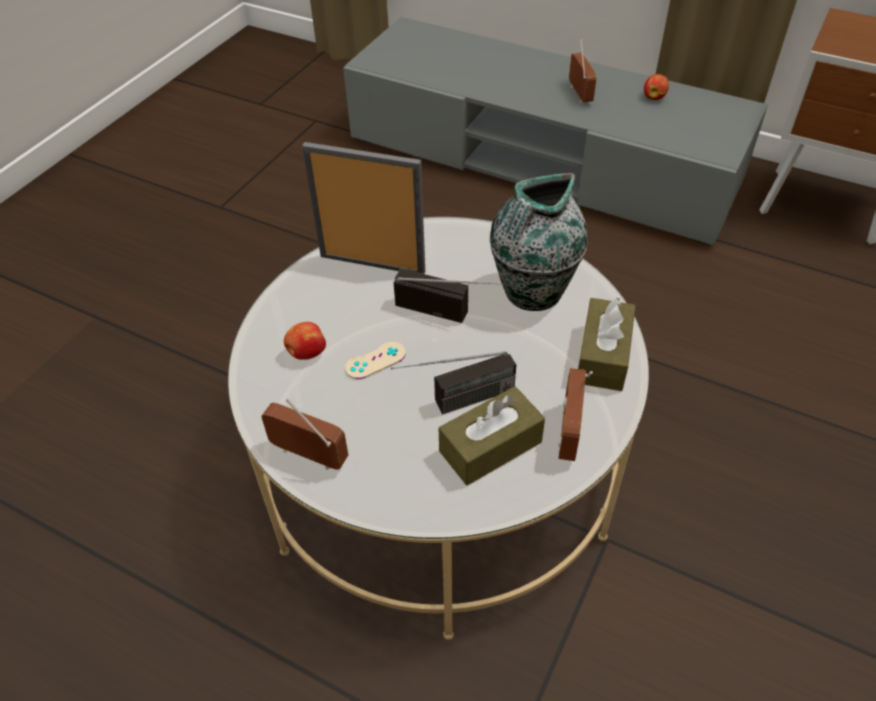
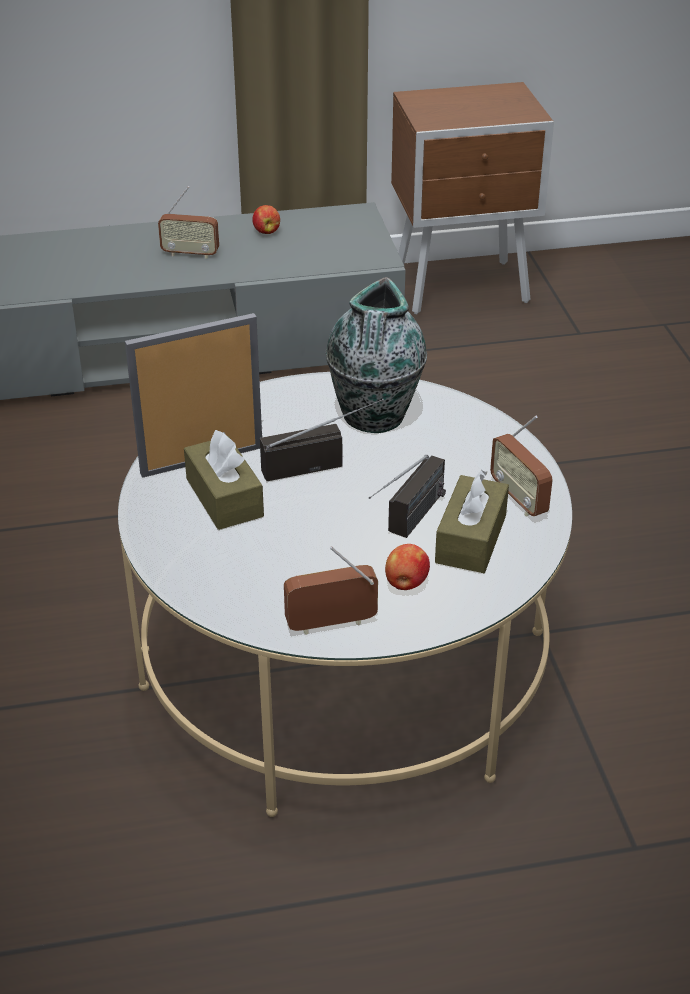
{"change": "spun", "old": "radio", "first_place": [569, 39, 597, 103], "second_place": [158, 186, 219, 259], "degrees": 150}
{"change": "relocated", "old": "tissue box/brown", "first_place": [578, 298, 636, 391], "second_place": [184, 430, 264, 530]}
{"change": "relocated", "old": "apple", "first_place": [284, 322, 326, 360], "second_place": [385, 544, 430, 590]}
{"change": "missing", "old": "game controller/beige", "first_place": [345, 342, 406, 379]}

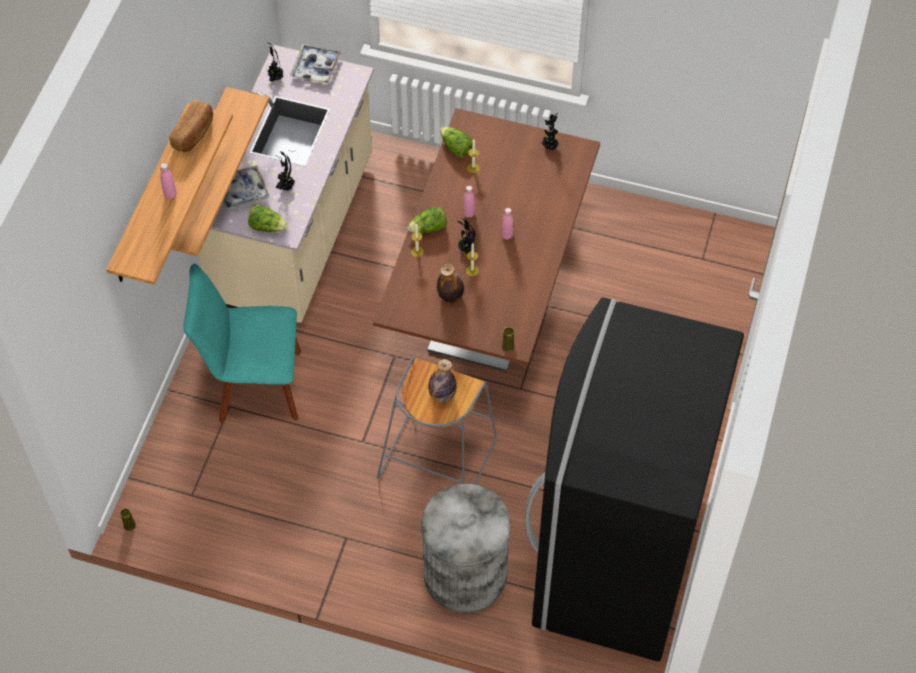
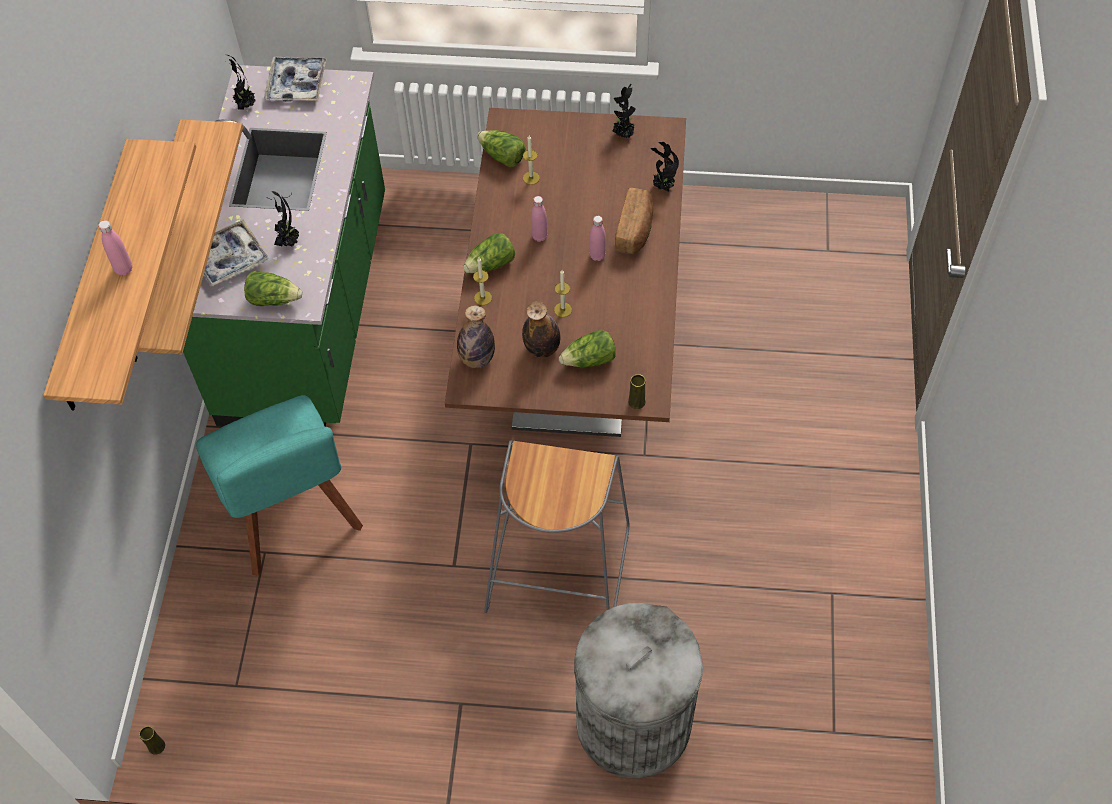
{"change": "colour", "old": "counter/beige", "new": "counter/green", "first_place": [199, 45, 374, 323], "second_place": [183, 65, 385, 427]}
{"change": "relocated", "old": "bread", "first_place": [170, 100, 213, 152], "second_place": [615, 188, 654, 254]}
{"change": "relocated", "old": "potted plant", "first_place": [457, 218, 476, 254], "second_place": [651, 142, 679, 192]}
{"change": "spun", "old": "chair/turquoise", "first_place": [183, 264, 302, 423], "second_place": [196, 395, 363, 576], "degrees": -105}
{"change": "missing", "old": "fridge/black", "first_place": [525, 297, 744, 661]}
{"change": "relocated", "old": "bottle", "first_place": [428, 359, 457, 403], "second_place": [457, 305, 495, 368]}
{"change": "appeared", "new": "lettuce", "second_place": [559, 330, 616, 367]}

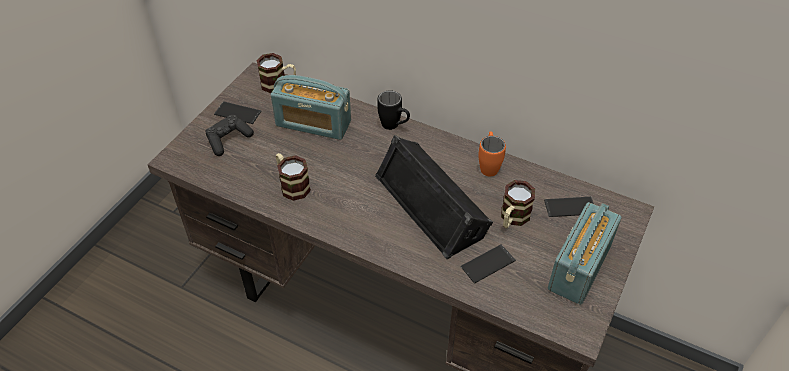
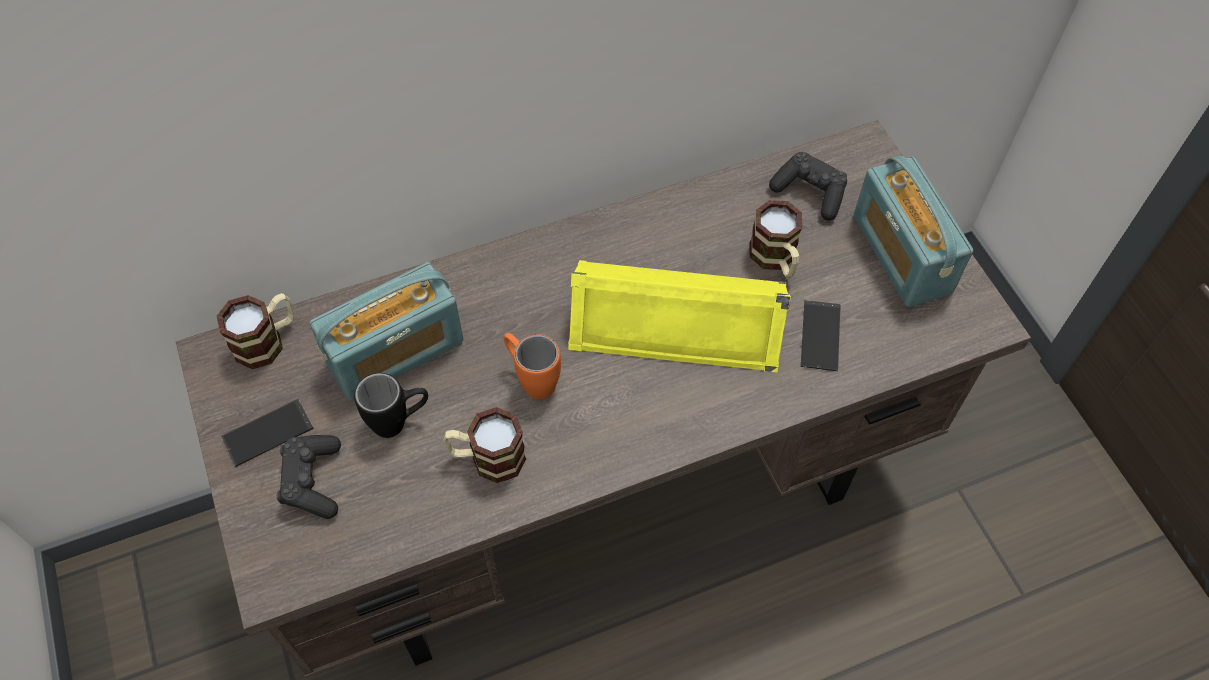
{"change": "relocated", "old": "mug/black", "first_place": [377, 90, 410, 130], "second_place": [354, 373, 428, 438]}
{"change": "relocated", "old": "mug/orange", "first_place": [478, 132, 506, 176], "second_place": [504, 333, 561, 399]}
{"change": "colour", "old": "speaker/black", "new": "speaker/yellow", "first_place": [375, 135, 493, 259], "second_place": [568, 260, 791, 372]}
{"change": "exchanged", "old": "phone", "new": "game controller/black", "first_place": [544, 197, 594, 217], "second_place": [769, 152, 847, 221]}

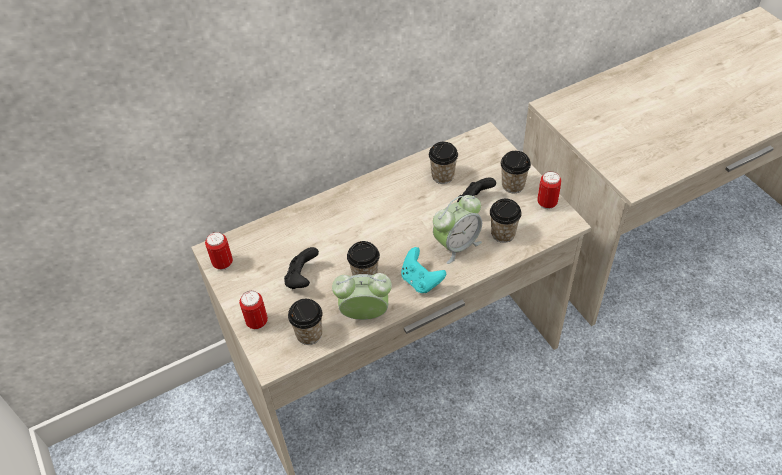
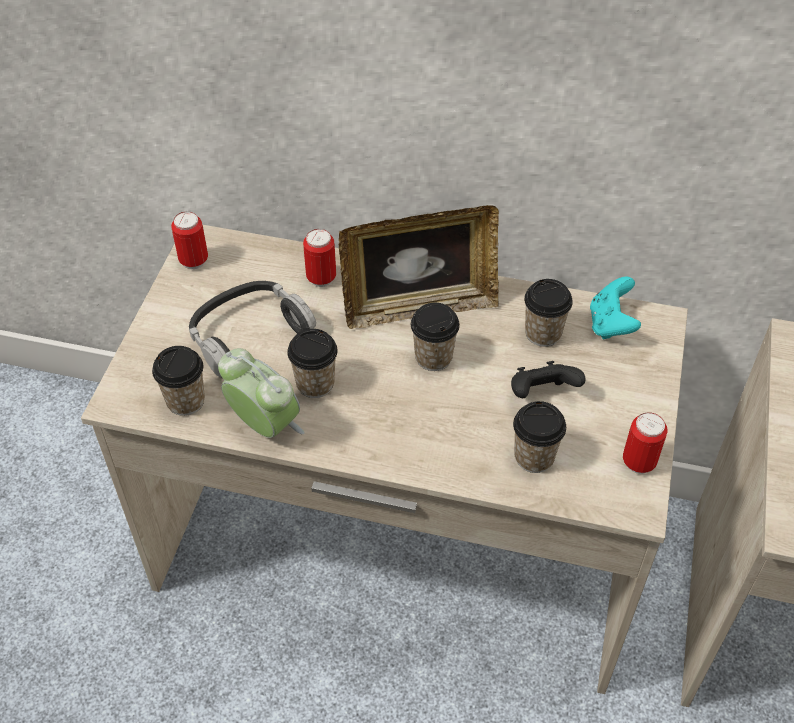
{"change": "relocated", "old": "cup", "first_place": [501, 151, 531, 193], "second_place": [411, 303, 460, 371]}
{"change": "missing", "old": "alarm clock", "first_place": [433, 195, 482, 264]}
{"change": "exchanged", "old": "game controller/black", "new": "headphones", "first_place": [284, 247, 319, 289], "second_place": [189, 281, 316, 378]}
{"change": "relocated", "old": "game controller/turquoise", "first_place": [401, 247, 446, 293], "second_place": [590, 277, 641, 339]}
{"change": "relocated", "old": "can", "first_place": [239, 291, 268, 330], "second_place": [303, 229, 336, 287]}
{"change": "appeared", "new": "picture frame", "second_place": [339, 205, 499, 329]}

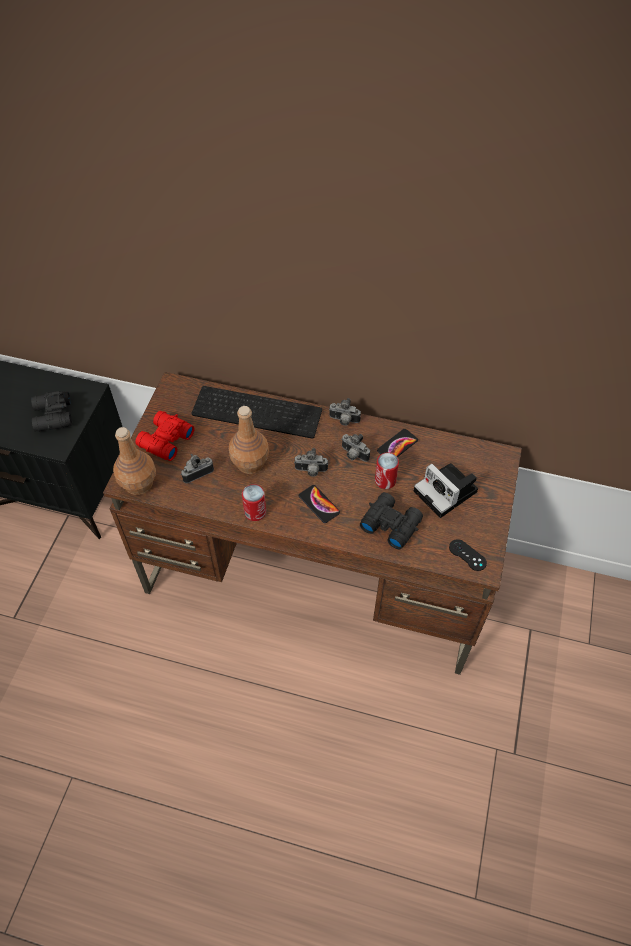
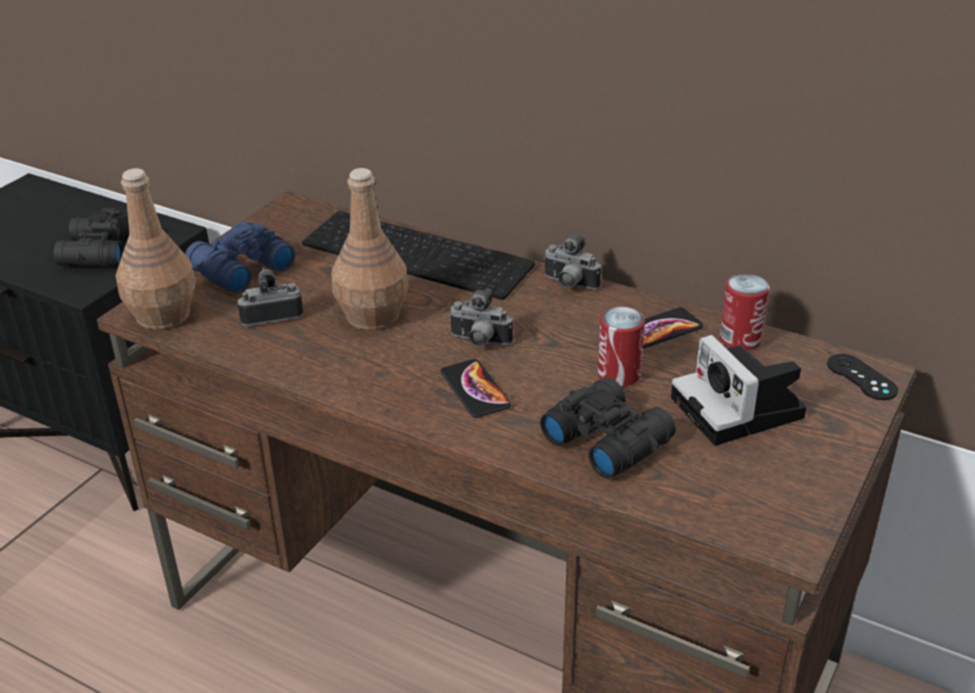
{"change": "colour", "old": "binoculars/red", "new": "binoculars/blue", "first_place": [135, 411, 194, 461], "second_place": [185, 221, 295, 293]}
{"change": "missing", "old": "photo camera", "first_place": [341, 434, 370, 462]}
{"change": "relocated", "old": "can", "first_place": [242, 484, 266, 521], "second_place": [720, 274, 770, 351]}
{"change": "relocated", "old": "game controller/black", "first_place": [449, 539, 487, 571], "second_place": [827, 354, 898, 400]}

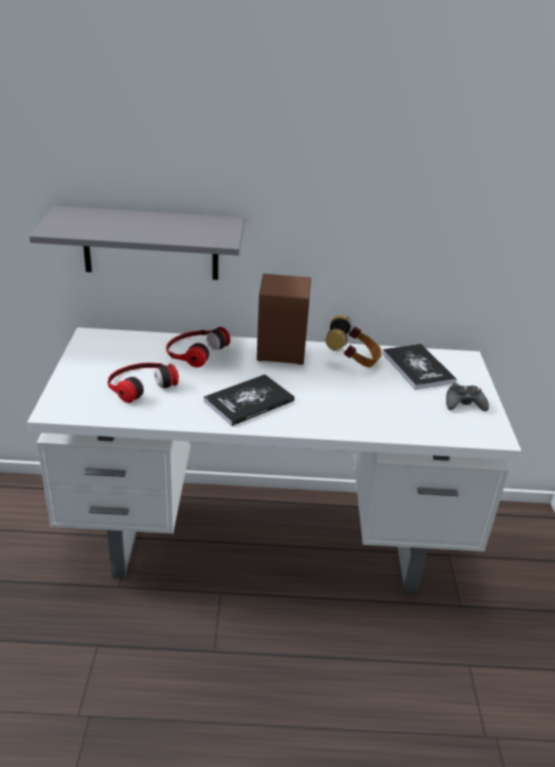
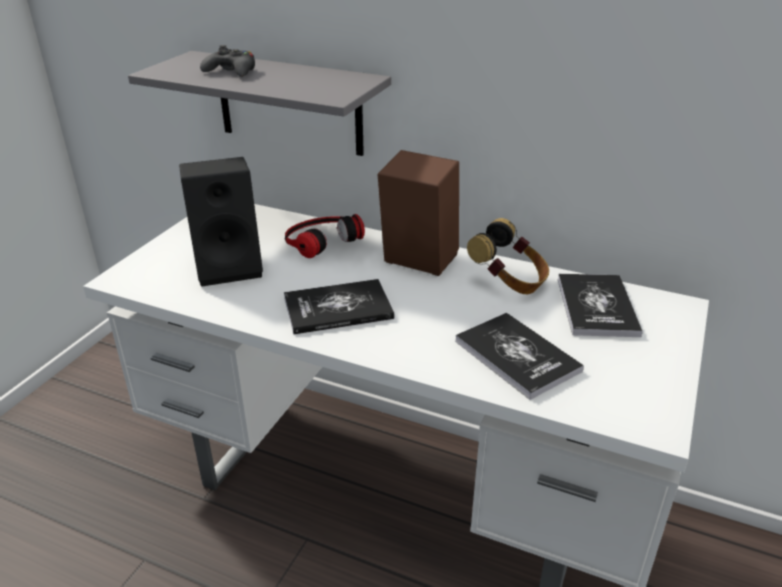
{"change": "exchanged", "old": "headphones", "new": "speaker/black", "first_place": [108, 363, 179, 403], "second_place": [179, 157, 263, 287]}
{"change": "relocated", "old": "game controller/black", "first_place": [446, 383, 489, 411], "second_place": [200, 45, 255, 77]}
{"change": "appeared", "new": "book", "second_place": [455, 313, 584, 400]}

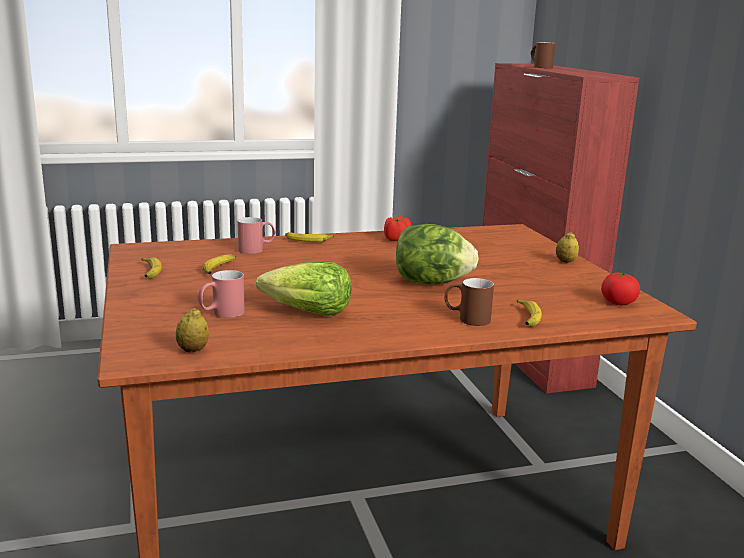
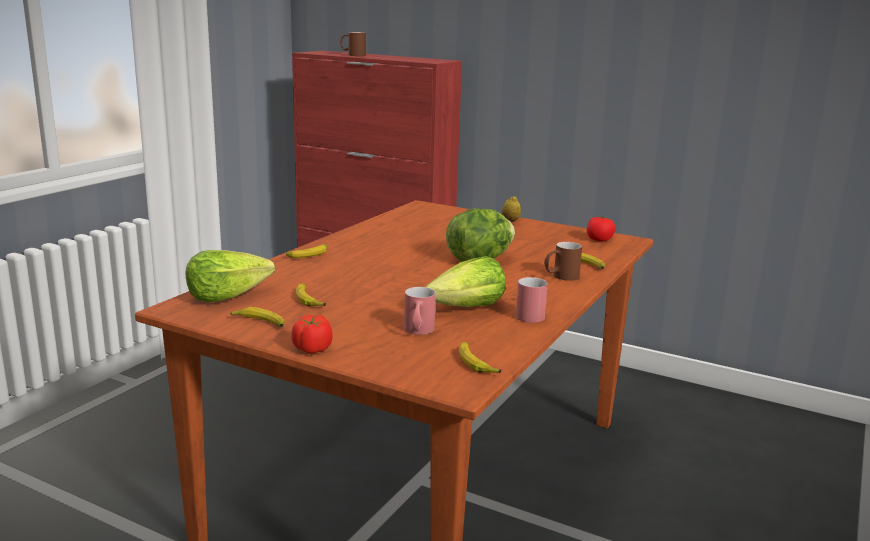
{"change": "relocated", "old": "tomato", "first_place": [384, 216, 412, 242], "second_place": [291, 315, 333, 354]}
{"change": "relocated", "old": "mug/red", "first_place": [237, 217, 275, 254], "second_place": [516, 277, 548, 323]}
{"change": "exchanged", "old": "lemon", "new": "banana", "first_place": [176, 308, 209, 352], "second_place": [459, 342, 501, 373]}
{"change": "appeared", "new": "lettuce", "second_place": [186, 250, 275, 302]}

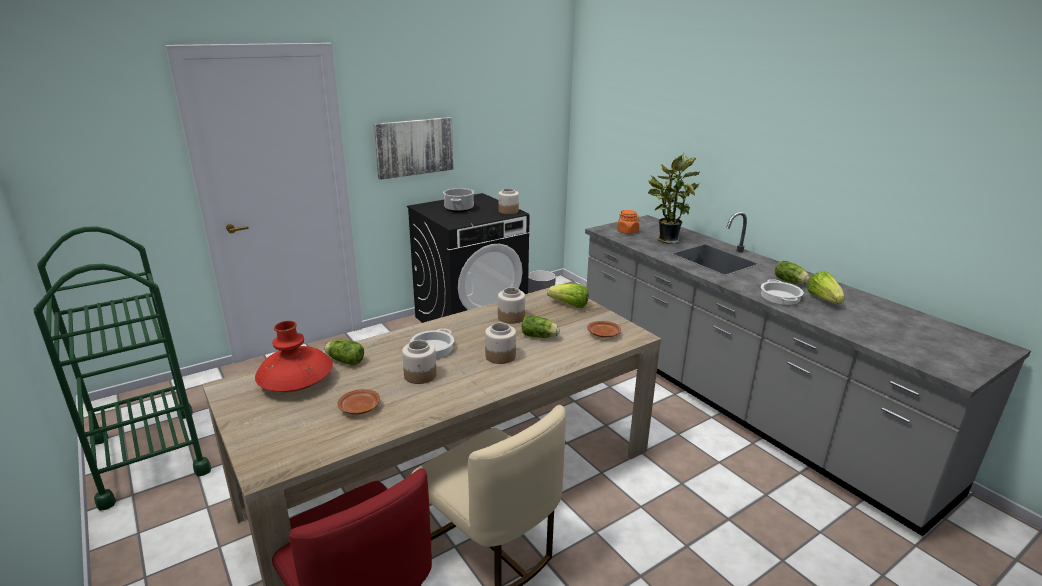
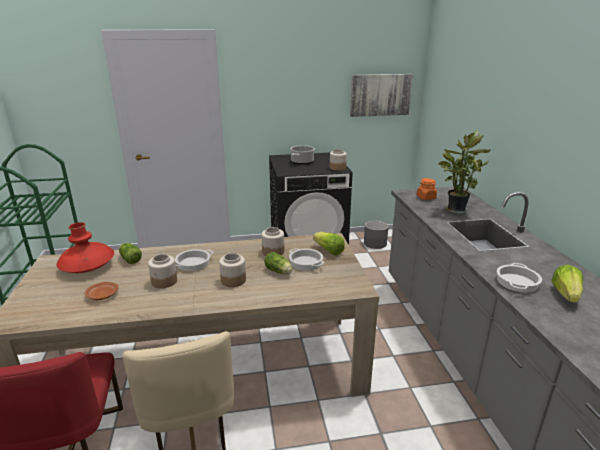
{"change": "relocated", "old": "picture", "first_place": [373, 117, 454, 180], "second_place": [350, 74, 413, 117]}
{"change": "missing", "old": "lettuce", "first_place": [775, 260, 810, 284]}
{"change": "missing", "old": "plate/brown", "first_place": [587, 321, 621, 337]}
{"change": "appeared", "new": "cooking pot", "second_place": [289, 248, 324, 271]}

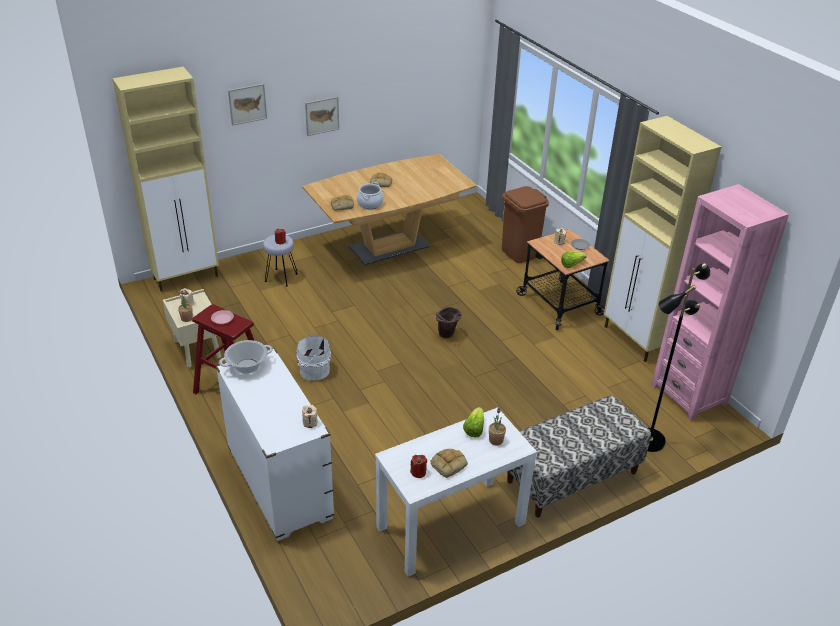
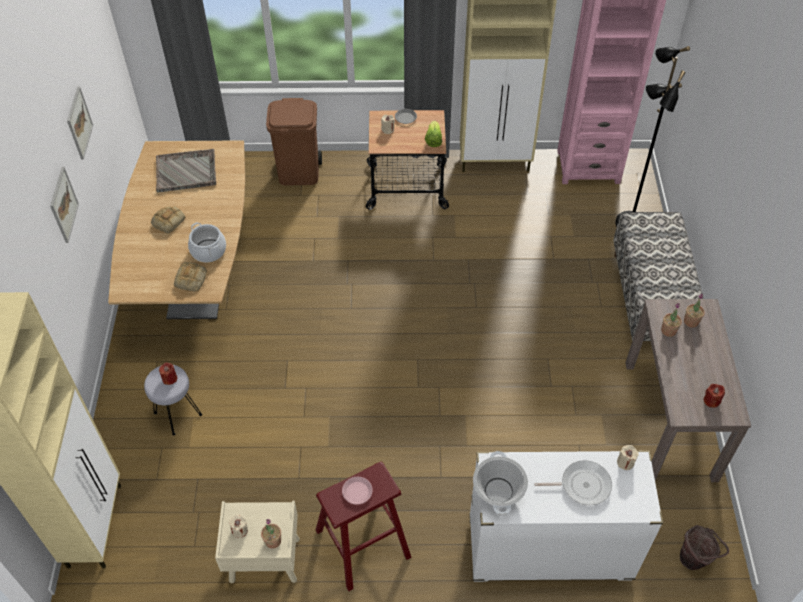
{"change": "relocated", "old": "picture", "first_place": [228, 84, 267, 126], "second_place": [67, 86, 93, 160]}
{"change": "relocated", "old": "bucket/brown", "first_place": [436, 307, 462, 338], "second_place": [680, 525, 729, 570]}
{"change": "missing", "old": "bucket/white", "first_place": [296, 334, 331, 380]}
{"change": "colour", "old": "console table/white", "new": "console table/brown", "first_place": [375, 407, 537, 576], "second_place": [626, 299, 751, 482]}
{"change": "exchanged", "old": "lettuce", "new": "potted plant", "first_place": [463, 407, 484, 437], "second_place": [661, 303, 682, 337]}
{"change": "missing", "old": "bread", "first_place": [430, 449, 468, 478]}
{"change": "appeared", "new": "tray/grey", "second_place": [156, 149, 216, 192]}
{"change": "appeared", "new": "frying pan", "second_place": [534, 460, 612, 505]}

